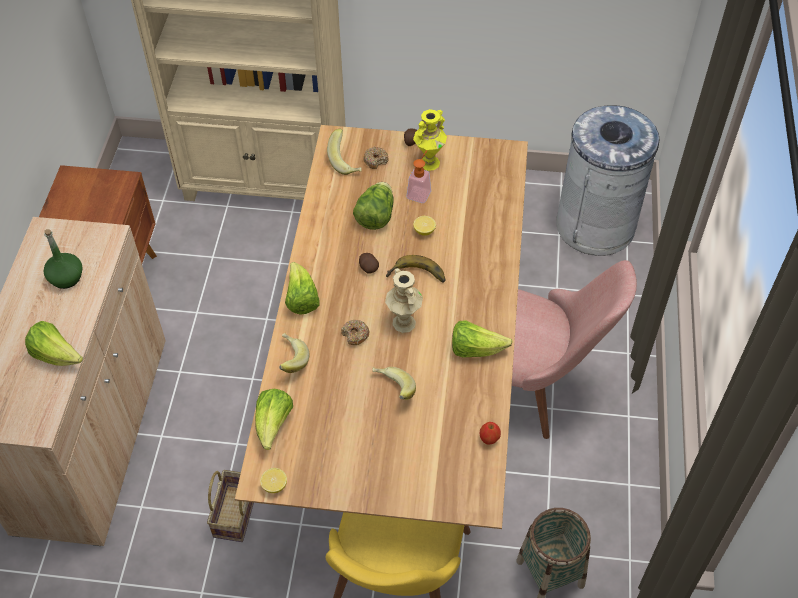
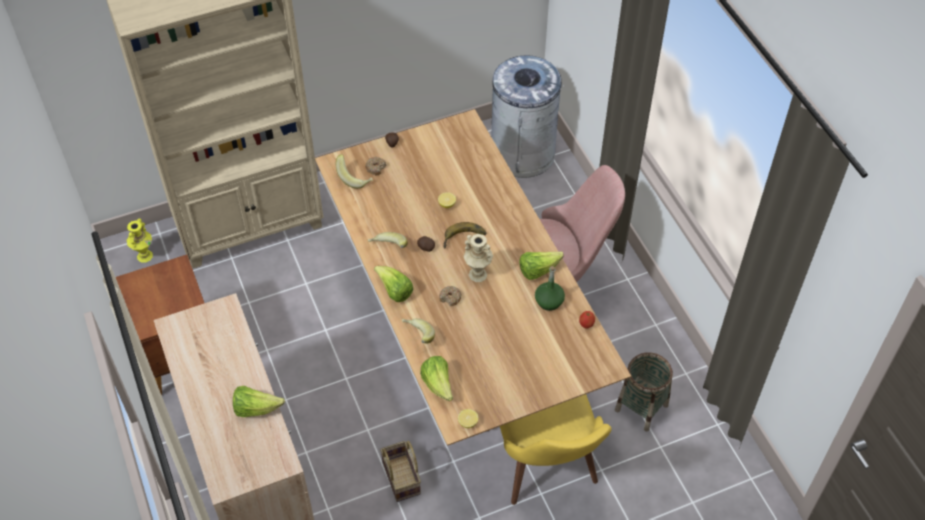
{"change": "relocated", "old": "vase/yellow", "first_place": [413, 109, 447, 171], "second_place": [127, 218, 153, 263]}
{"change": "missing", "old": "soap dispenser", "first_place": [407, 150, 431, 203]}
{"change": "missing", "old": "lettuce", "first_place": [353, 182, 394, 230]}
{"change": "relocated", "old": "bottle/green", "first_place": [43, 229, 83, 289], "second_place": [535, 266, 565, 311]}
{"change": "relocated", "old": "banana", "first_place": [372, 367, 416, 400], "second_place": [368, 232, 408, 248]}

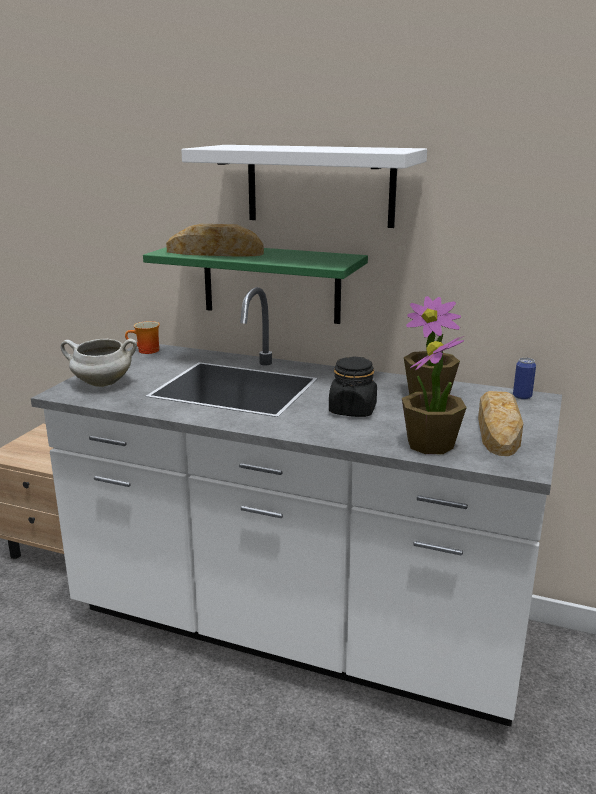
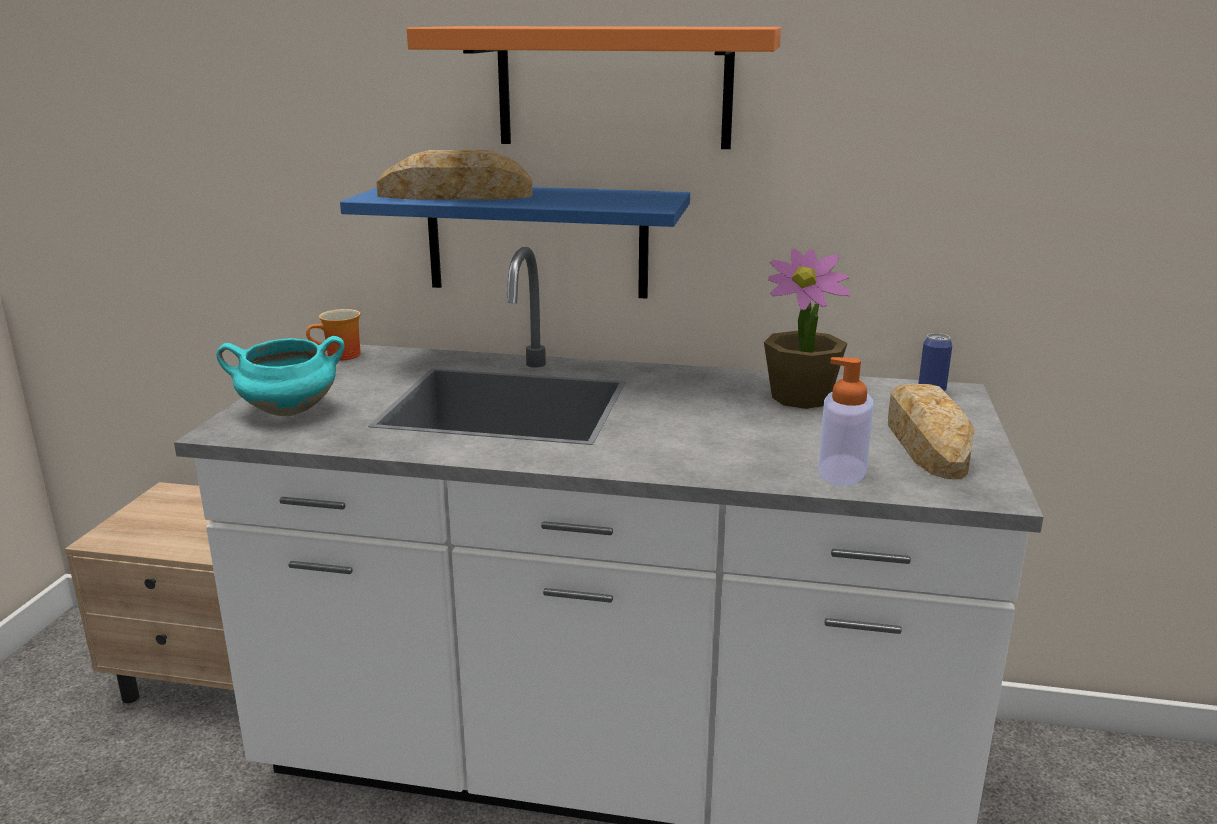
{"change": "colour", "old": "shelf/white", "new": "shelf/orange", "first_place": [181, 145, 427, 228], "second_place": [406, 26, 781, 149]}
{"change": "colour", "old": "shelf/green", "new": "shelf/blue", "first_place": [143, 247, 368, 324], "second_place": [340, 187, 690, 299]}
{"change": "exchanged", "old": "potted plant", "new": "soap dispenser", "first_place": [402, 336, 467, 454], "second_place": [819, 357, 874, 486]}
{"change": "colour", "old": "cooking pot/white", "new": "cooking pot/turquoise", "first_place": [60, 339, 137, 387], "second_place": [216, 336, 345, 416]}
{"change": "missing", "old": "jar/black", "first_place": [329, 356, 377, 417]}

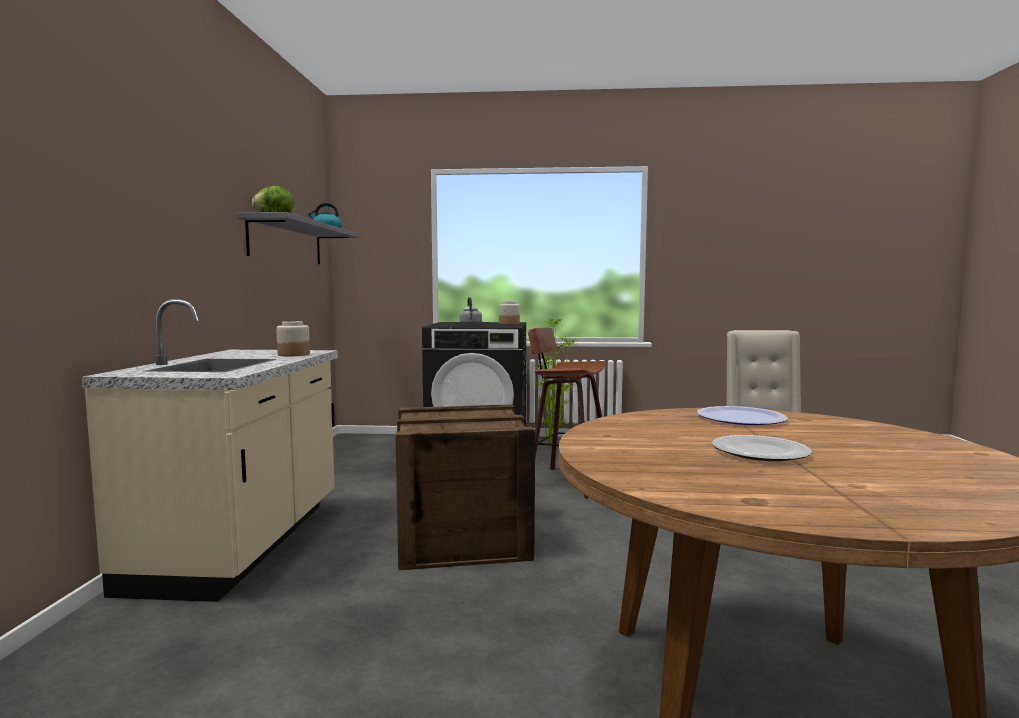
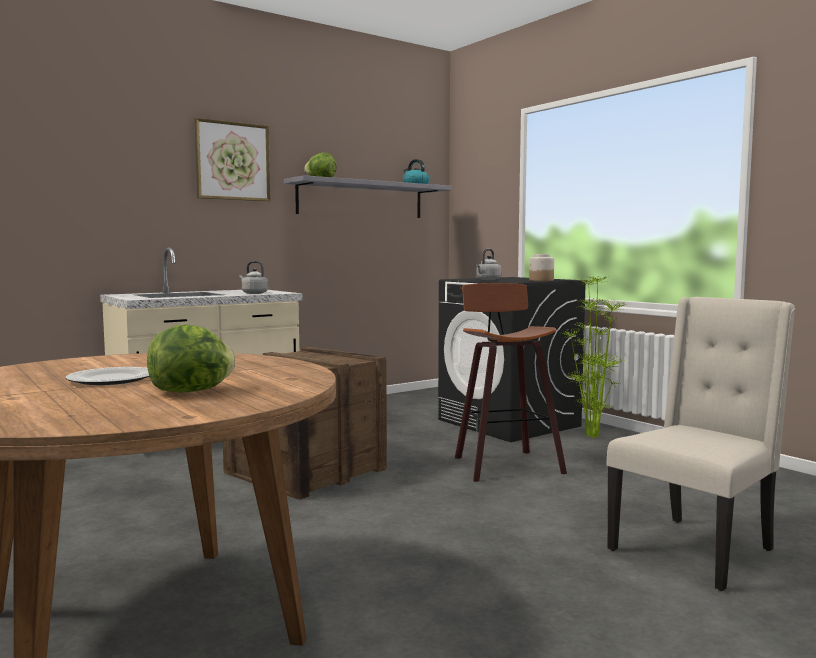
{"change": "exchanged", "old": "jar", "new": "kettle/grey", "first_place": [276, 321, 310, 356], "second_place": [239, 261, 268, 294]}
{"change": "missing", "old": "plate", "first_place": [697, 406, 788, 425]}
{"change": "appeared", "new": "picture", "second_place": [195, 118, 270, 201]}
{"change": "appeared", "new": "lettuce", "second_place": [147, 324, 236, 393]}

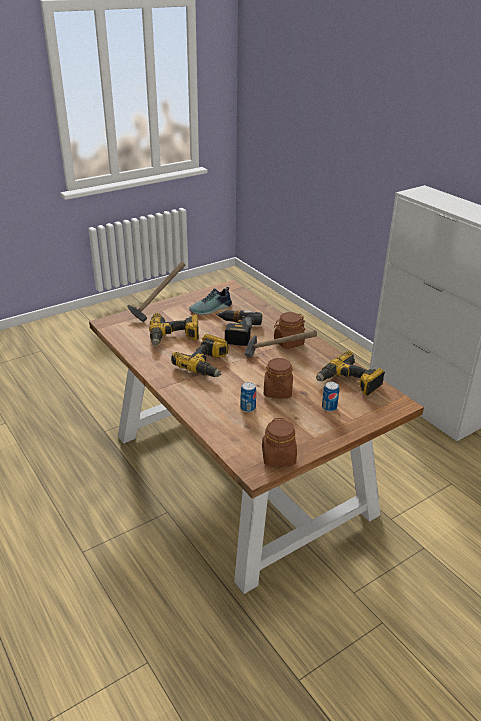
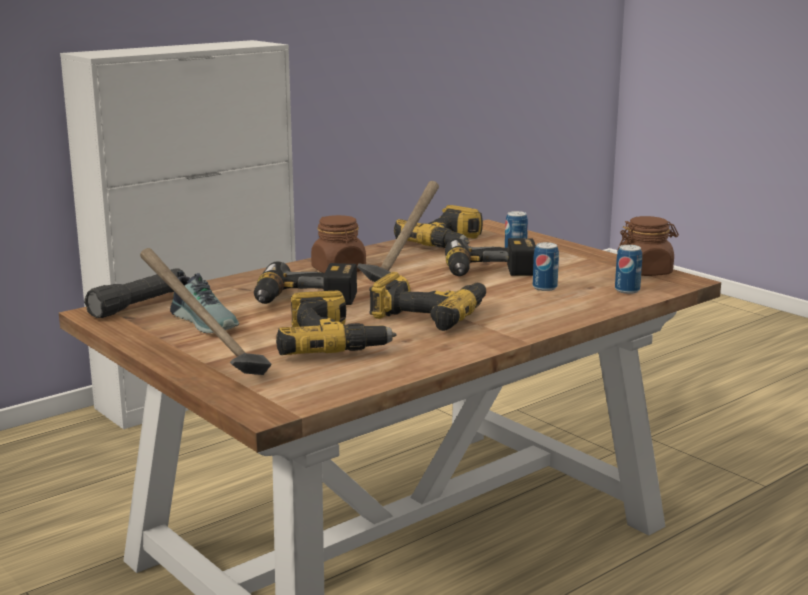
{"change": "exchanged", "old": "jar/brown", "new": "power drill", "first_place": [264, 358, 293, 399], "second_place": [445, 238, 536, 276]}
{"change": "appeared", "new": "can", "second_place": [615, 245, 642, 294]}
{"change": "appeared", "new": "flashlight/black", "second_place": [84, 268, 186, 318]}

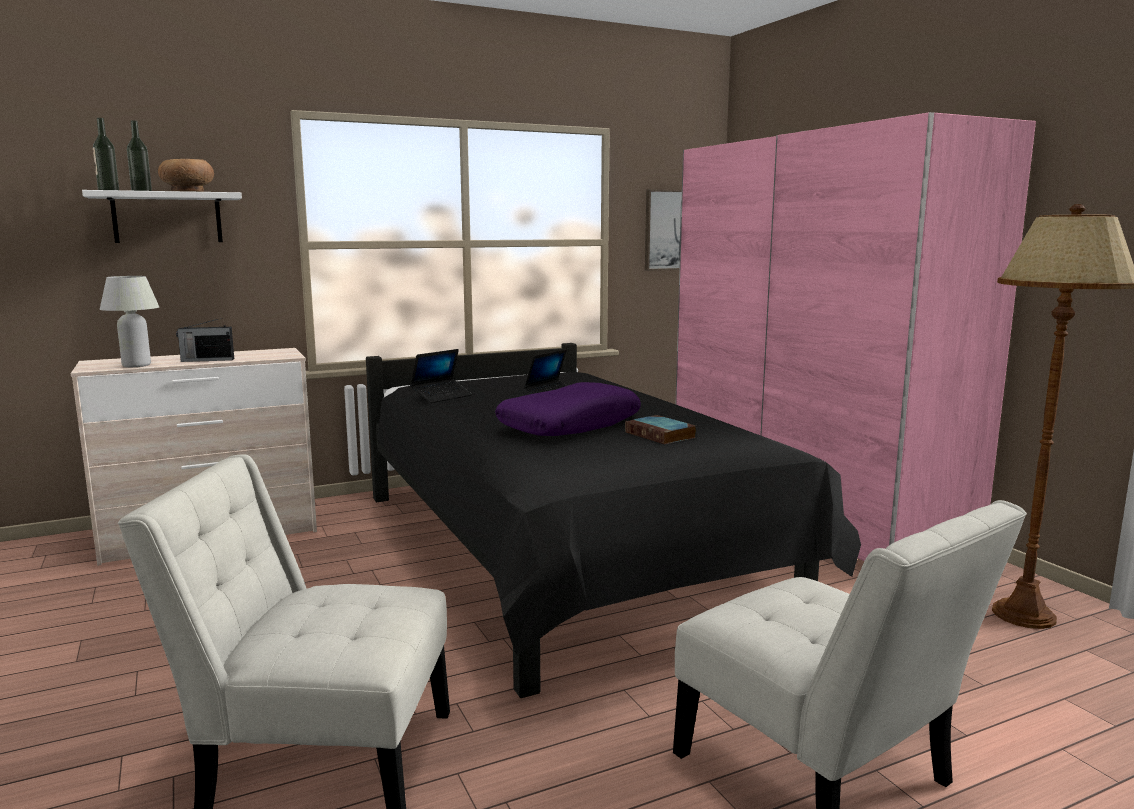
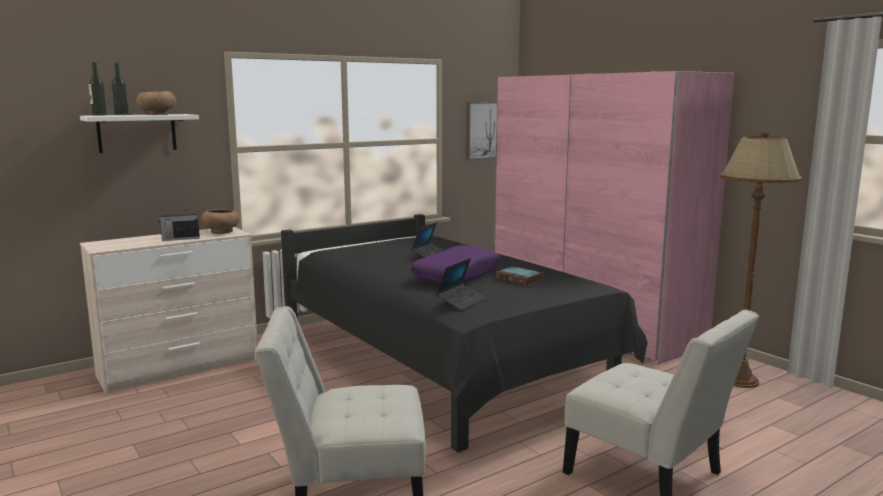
{"change": "missing", "old": "table lamp/white", "first_place": [100, 276, 159, 367]}
{"change": "relocated", "old": "laptop", "first_place": [410, 349, 472, 403], "second_place": [436, 258, 486, 311]}
{"change": "appeared", "new": "bowl/brown", "second_place": [201, 209, 240, 234]}

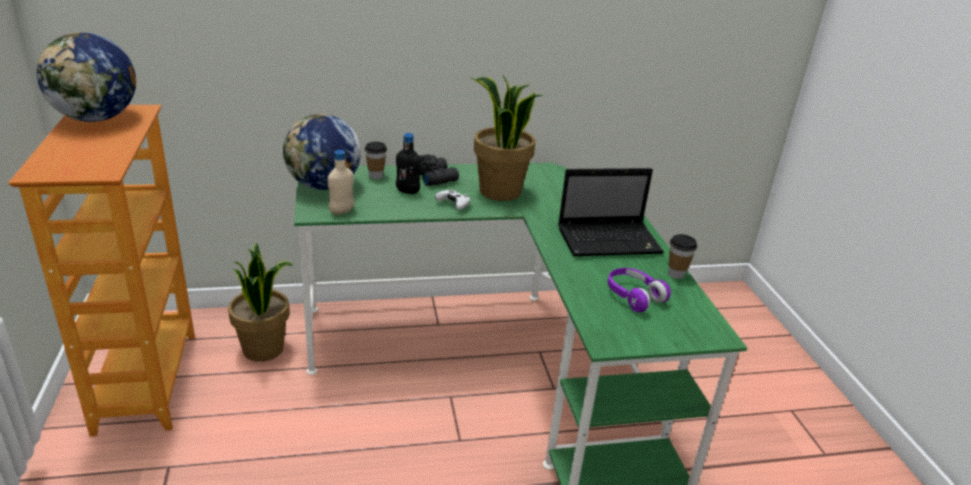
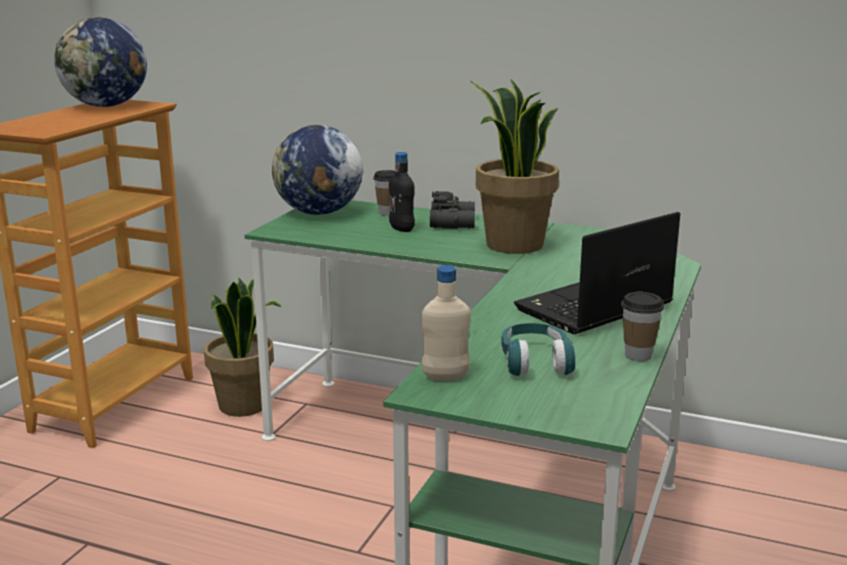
{"change": "relocated", "old": "bottle/beige", "first_place": [327, 150, 354, 215], "second_place": [422, 265, 471, 381]}
{"change": "spun", "old": "laptop", "first_place": [558, 168, 664, 256], "second_place": [514, 212, 681, 334], "degrees": 120}
{"change": "missing", "old": "game controller/white", "first_place": [435, 190, 471, 210]}
{"change": "colour", "old": "headphones/purple", "new": "headphones/turquoise", "first_place": [608, 268, 671, 312], "second_place": [501, 323, 575, 376]}

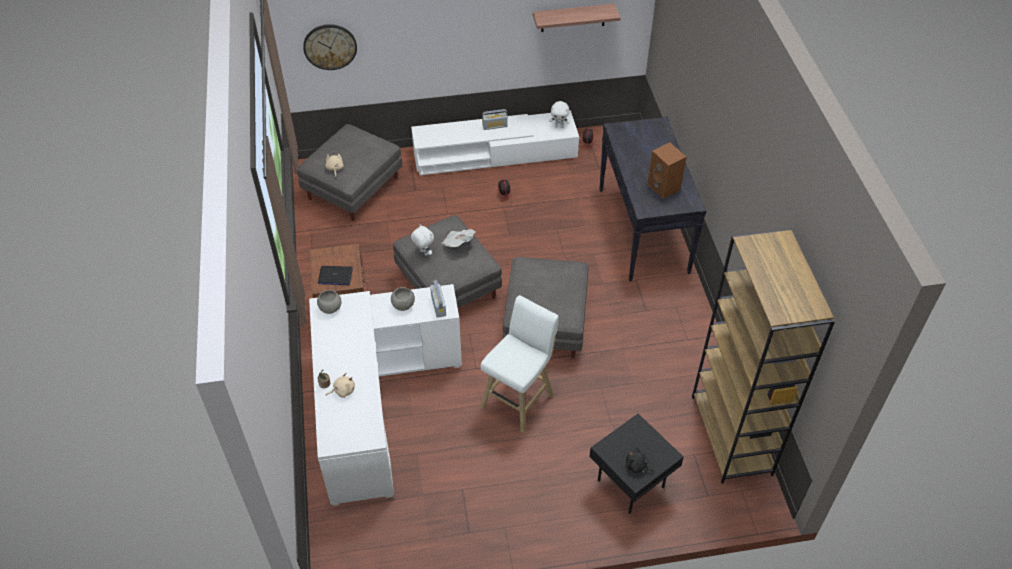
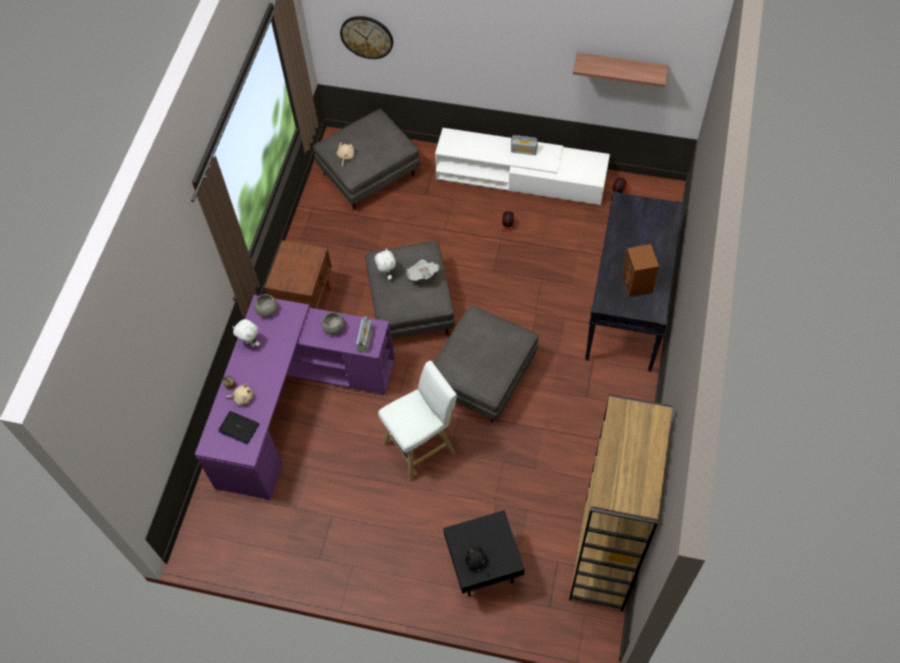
{"change": "relocated", "old": "plush toy/white", "first_place": [549, 101, 570, 128], "second_place": [232, 319, 260, 347]}
{"change": "relocated", "old": "laptop", "first_place": [318, 266, 353, 285], "second_place": [218, 411, 259, 444]}
{"change": "colour", "old": "desk/white", "new": "desk/purple", "first_place": [309, 284, 462, 506], "second_place": [195, 295, 395, 500]}

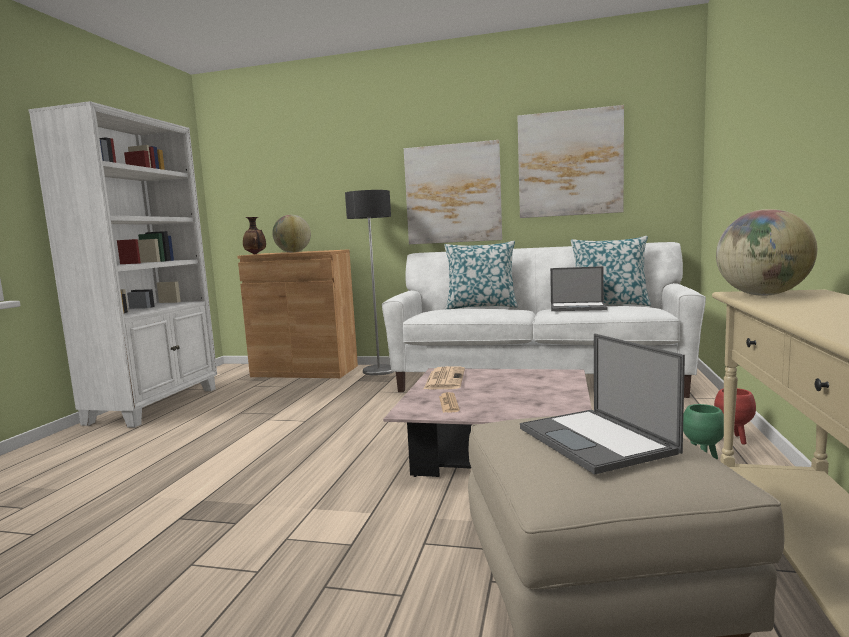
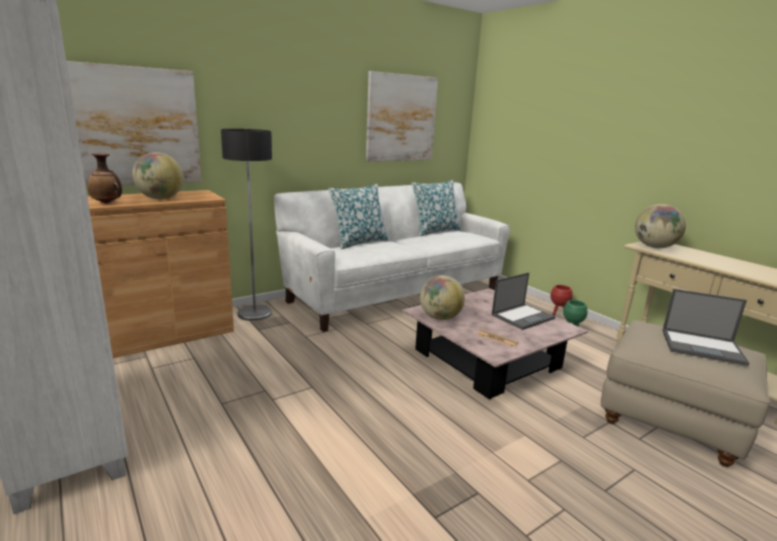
{"change": "relocated", "old": "picture", "first_place": [404, 140, 502, 244], "second_place": [66, 61, 202, 187]}
{"change": "relocated", "old": "laptop", "first_place": [550, 266, 608, 311], "second_place": [492, 273, 555, 330]}
{"change": "exchanged", "old": "newspaper", "new": "globe", "first_place": [424, 366, 465, 389], "second_place": [420, 275, 465, 320]}

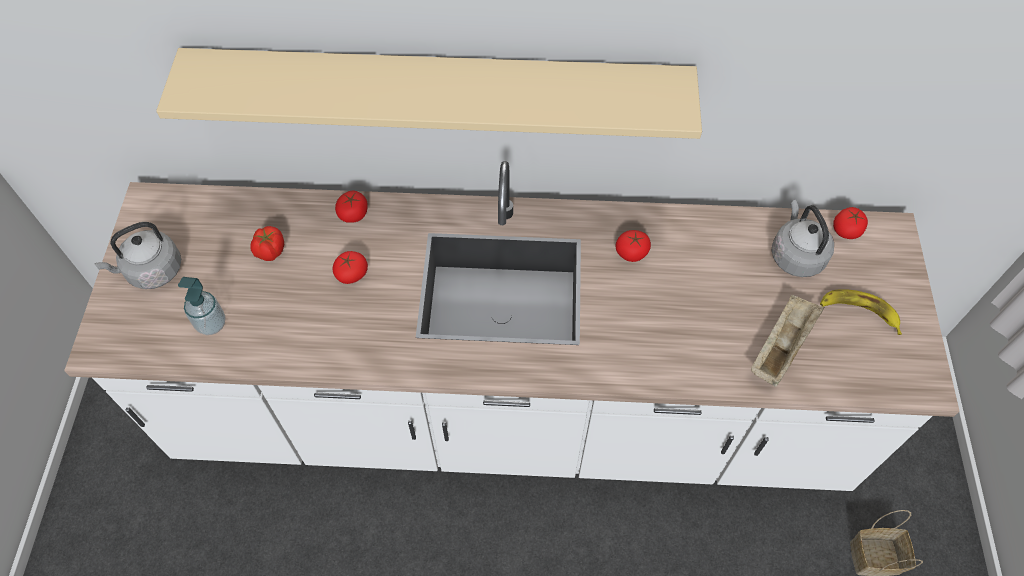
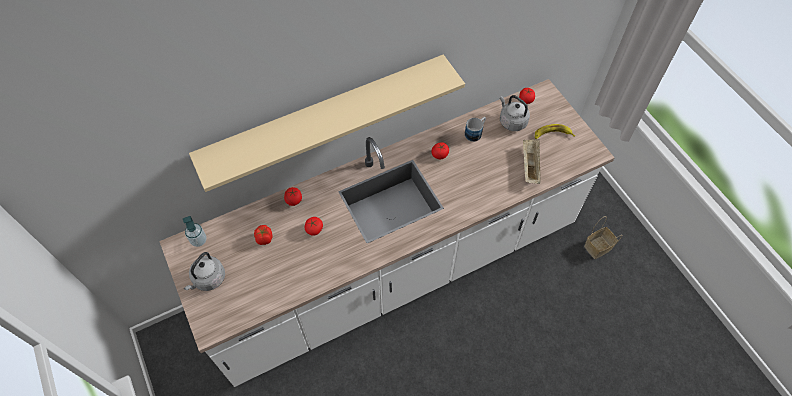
{"change": "relocated", "old": "soap dispenser", "first_place": [178, 277, 226, 335], "second_place": [183, 216, 207, 247]}
{"change": "appeared", "new": "mug", "second_place": [465, 117, 486, 142]}

